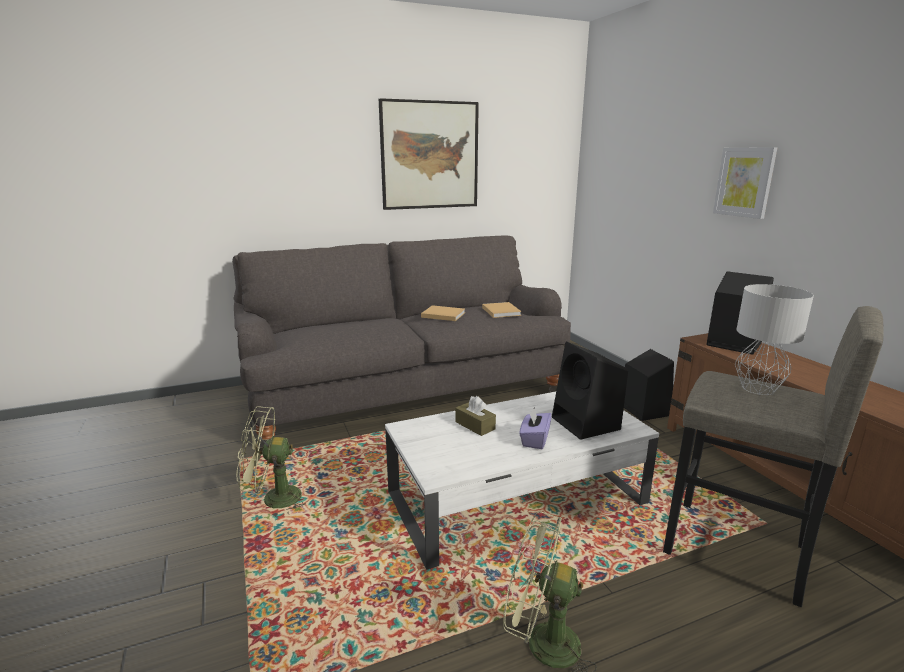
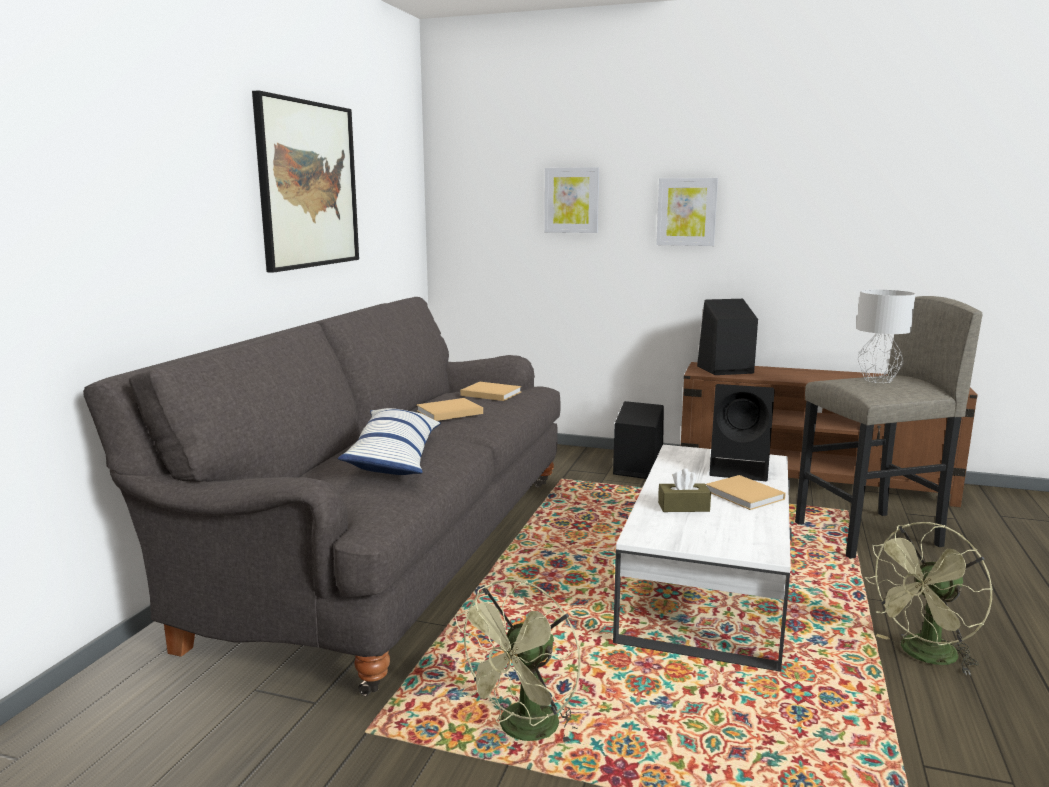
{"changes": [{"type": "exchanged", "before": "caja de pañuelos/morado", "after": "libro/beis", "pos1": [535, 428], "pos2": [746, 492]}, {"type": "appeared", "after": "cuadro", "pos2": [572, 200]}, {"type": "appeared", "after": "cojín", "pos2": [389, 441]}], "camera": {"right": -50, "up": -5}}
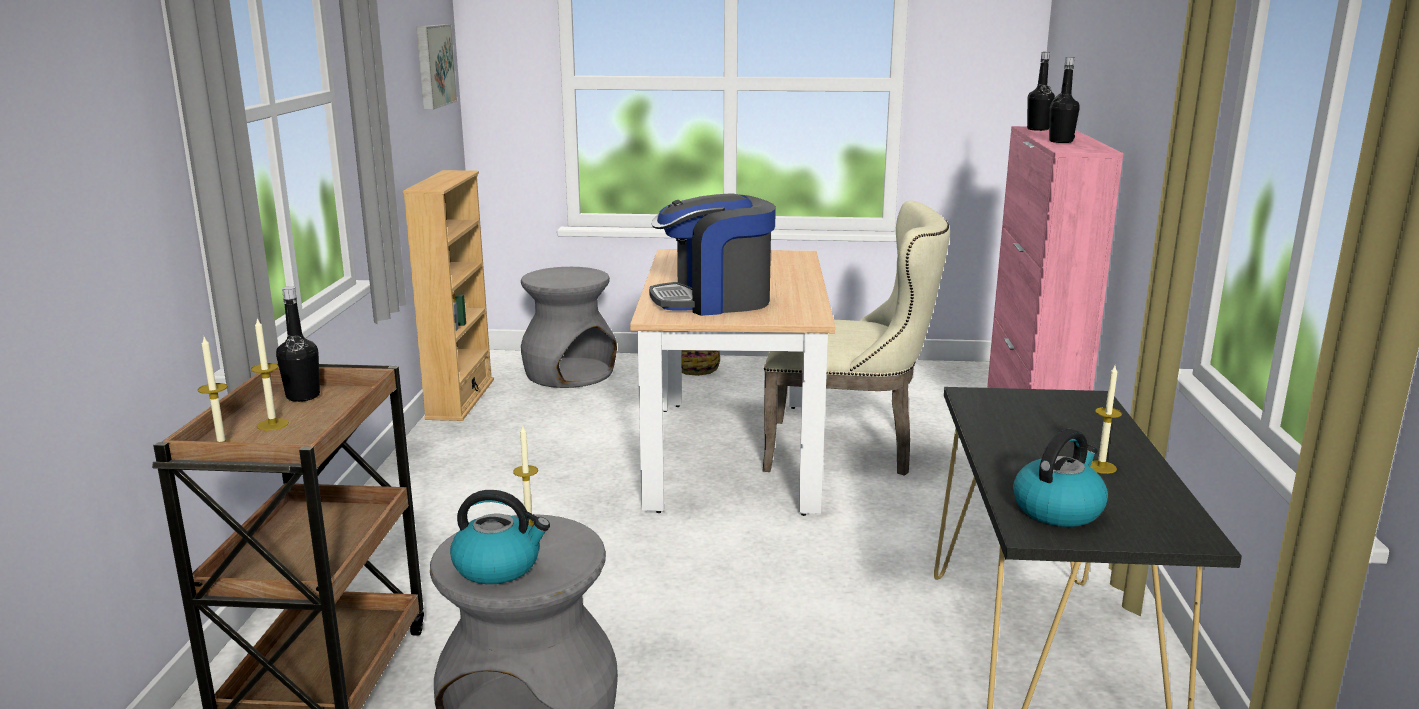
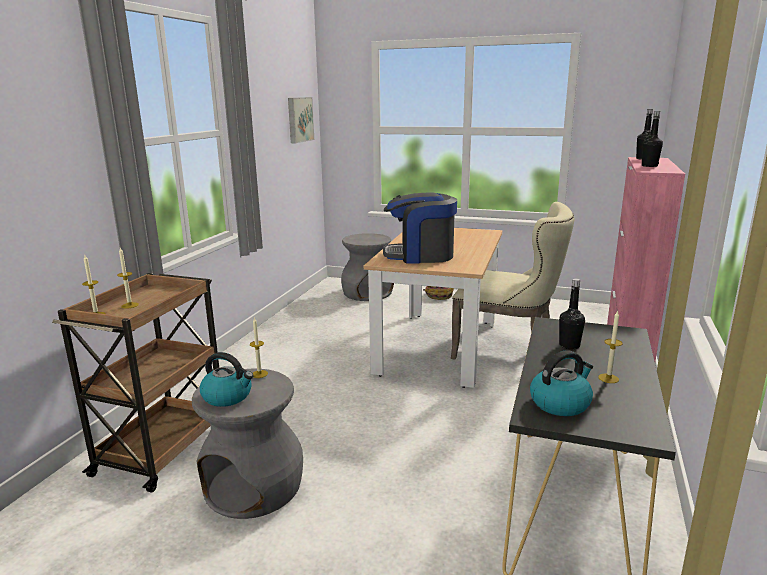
{"changes": [{"type": "missing", "before": "estantería/beis", "pos1": [448, 295]}, {"type": "relocated", "before": "botella/negro", "pos1": [298, 344], "pos2": [572, 314]}], "camera": {"right": 15, "up": 0}}
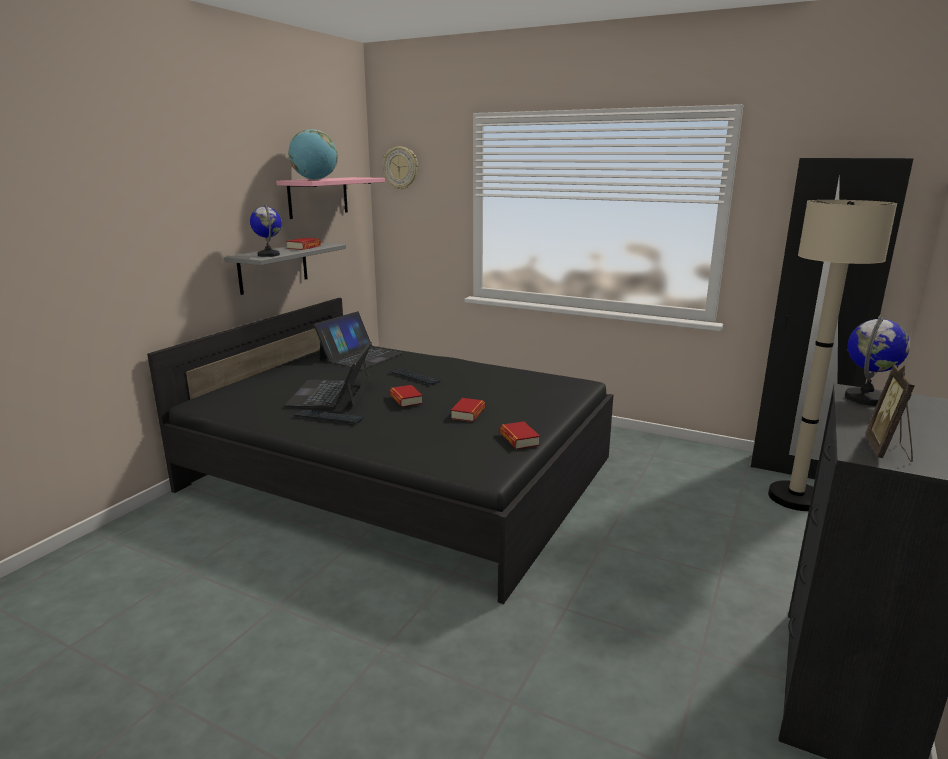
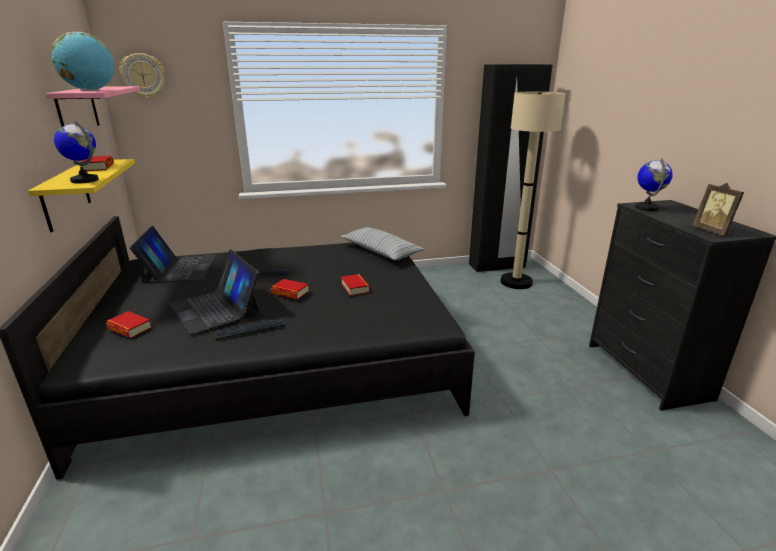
{"changes": [{"type": "colour", "before": "estante/gris", "after": "estante/amarillo", "pos1": [285, 269], "pos2": [81, 195]}, {"type": "relocated", "before": "libro", "pos1": [520, 435], "pos2": [129, 324]}, {"type": "appeared", "after": "cojín", "pos2": [382, 243]}], "camera": {"right": -40, "up": 5}}
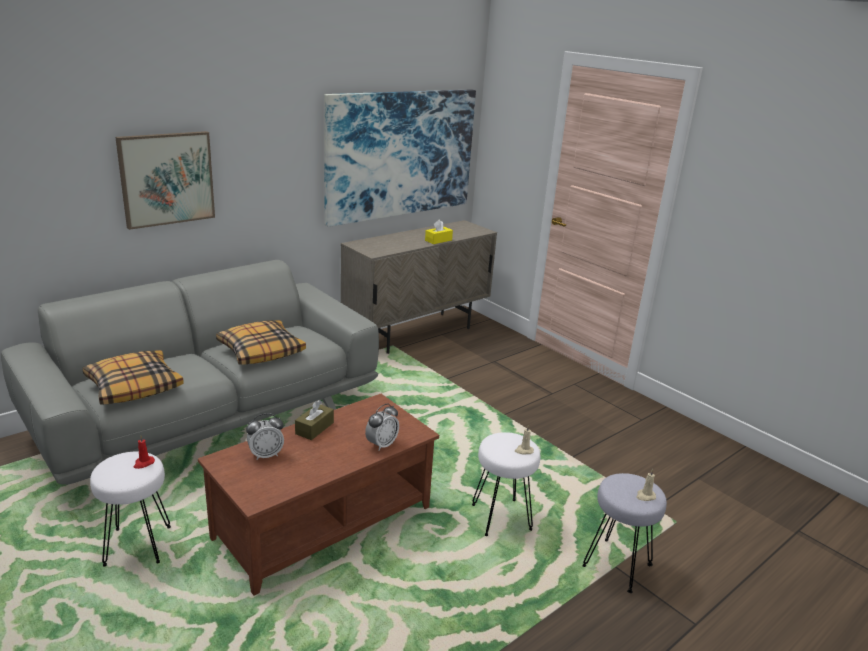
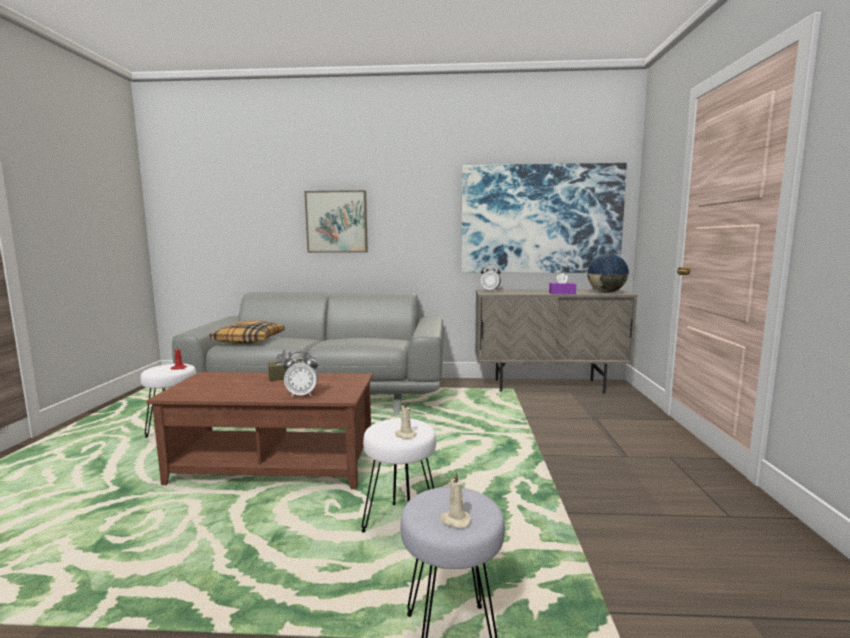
{"changes": [{"type": "colour", "before": "caja de pañuelos/amarillo", "after": "caja de pañuelos/morado", "pos1": [439, 231], "pos2": [562, 283]}, {"type": "missing", "before": "cojín", "pos1": [261, 342]}, {"type": "relocated", "before": "despertador", "pos1": [265, 436], "pos2": [491, 277]}, {"type": "appeared", "after": "globo terráqueo", "pos2": [608, 273]}], "camera": {"right": 45, "up": -15}}
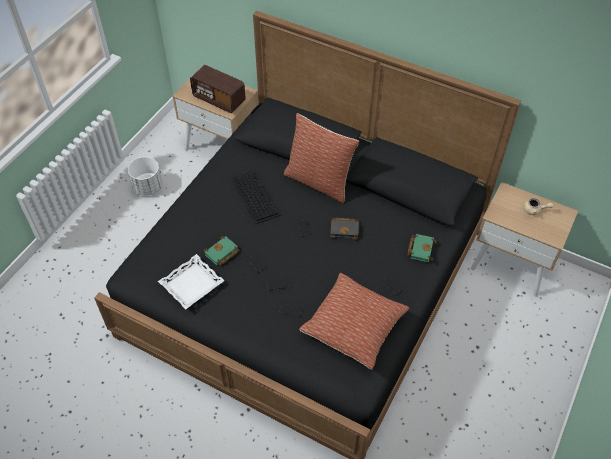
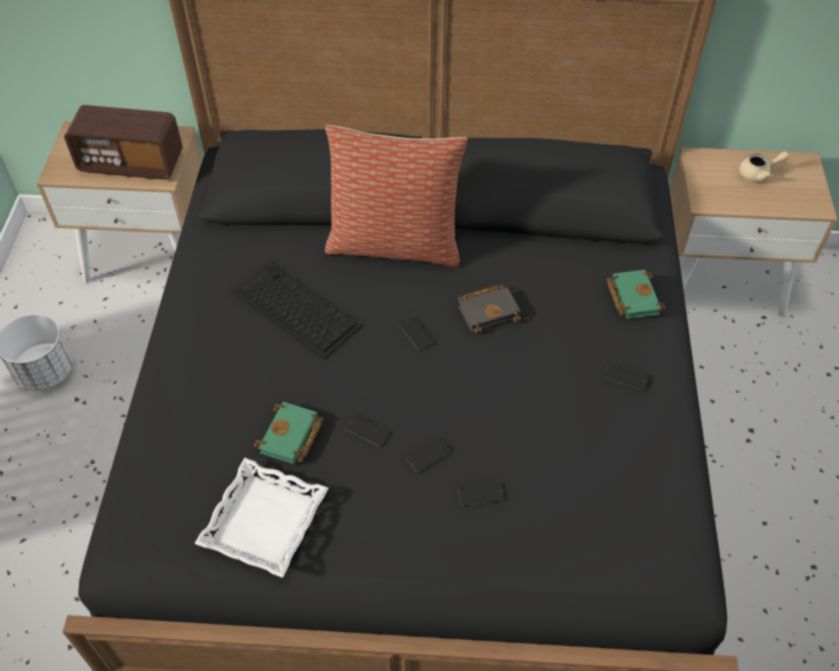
{"changes": [{"type": "missing", "before": "cojín", "pos1": [354, 321]}], "camera": {"right": -25, "up": 0}}
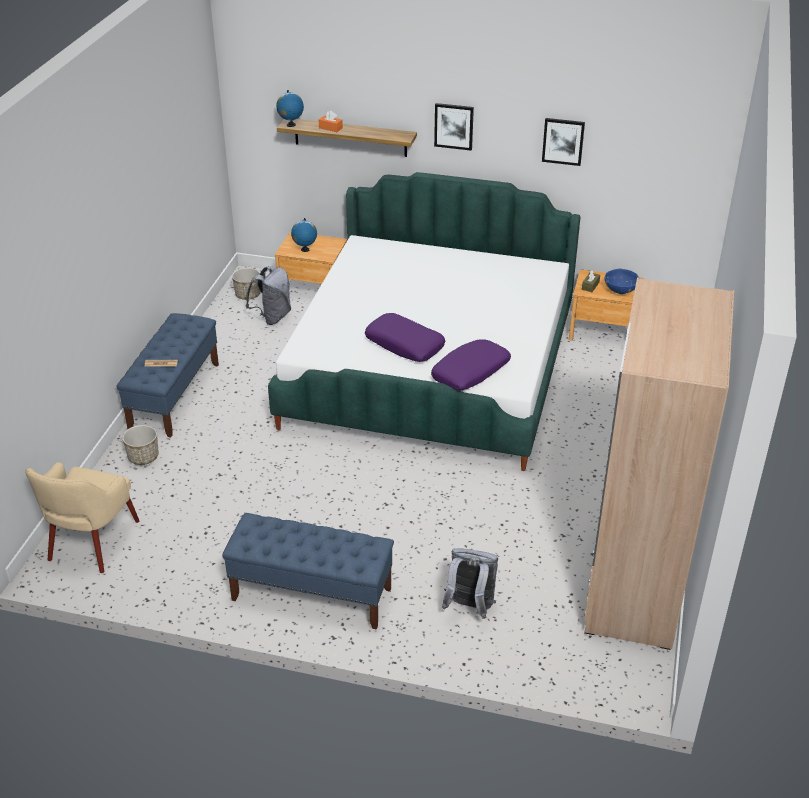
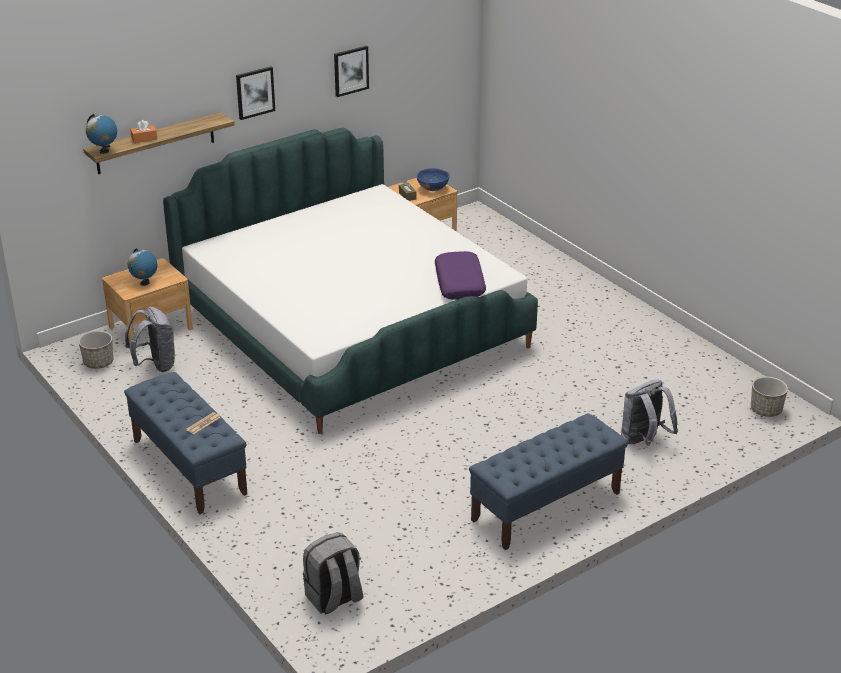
{"changes": [{"type": "missing", "before": "armario ropero/beis", "pos1": [659, 464]}, {"type": "missing", "before": "cojín/morado", "pos1": [405, 337]}, {"type": "relocated", "before": "maceta", "pos1": [140, 445], "pos2": [769, 397]}, {"type": "exchanged", "before": "sillón/beis", "after": "mochila/gris", "pos1": [82, 517], "pos2": [333, 573]}], "camera": {"right": -50, "up": -5}}
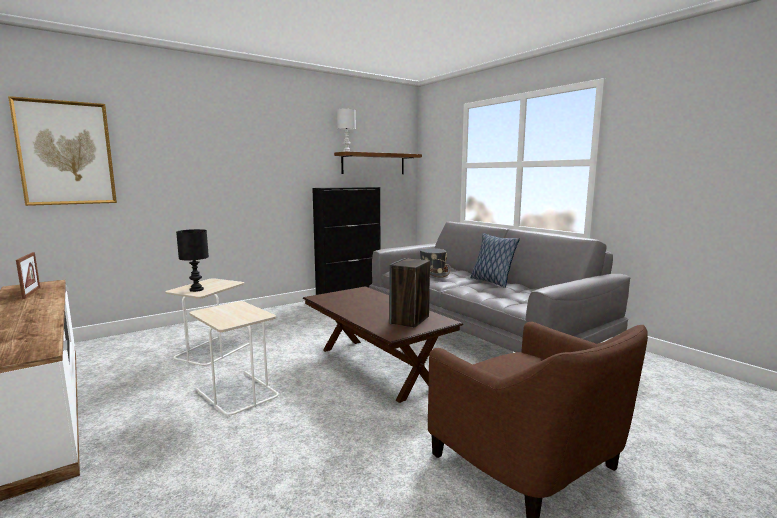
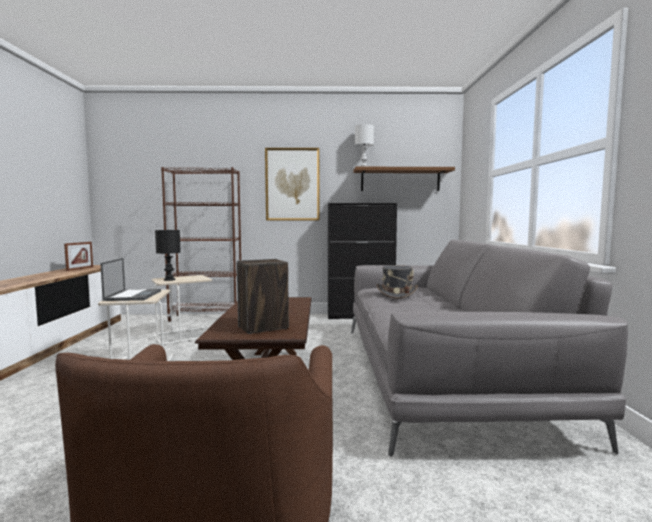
{"changes": [{"type": "relocated", "before": "cuadro", "pos1": [62, 151], "pos2": [292, 184]}, {"type": "missing", "before": "cojín", "pos1": [495, 260]}, {"type": "appeared", "after": "estantería/marrón", "pos2": [201, 244]}, {"type": "appeared", "after": "portátil", "pos2": [130, 279]}], "camera": {"right": 35, "up": -5}}
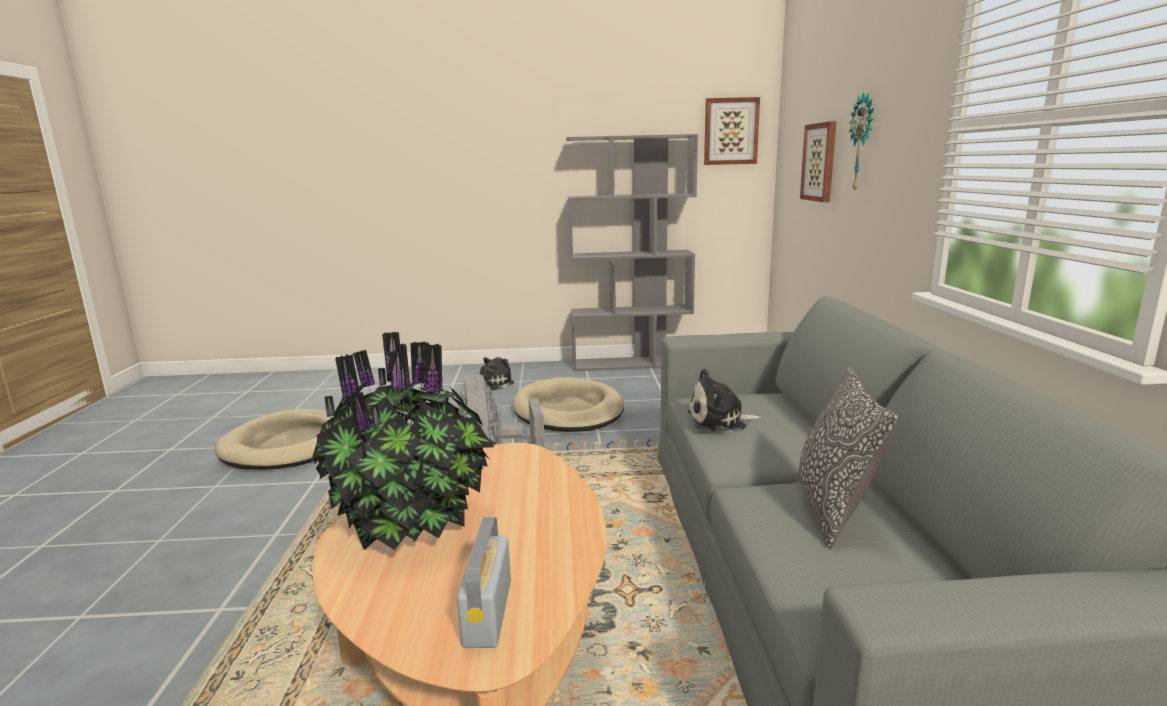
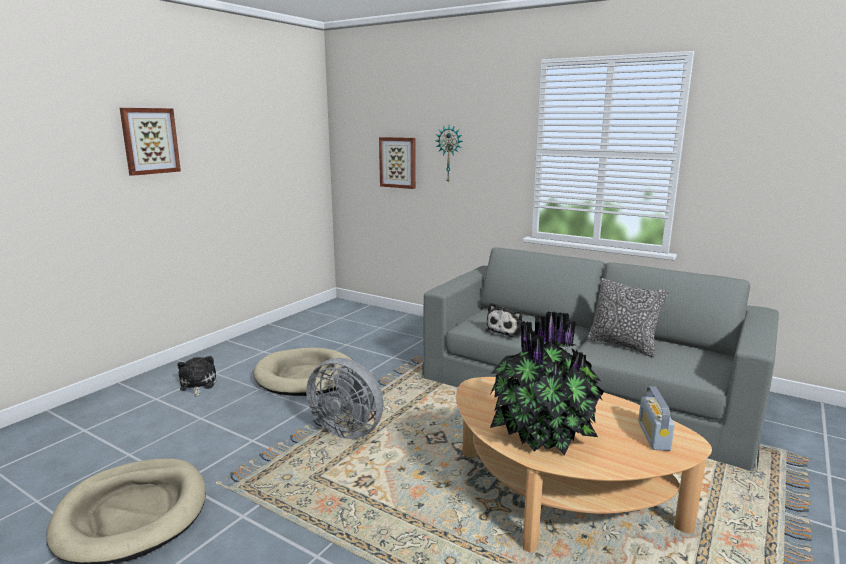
{"changes": [{"type": "relocated", "before": "cuadro", "pos1": [732, 131], "pos2": [150, 142]}, {"type": "missing", "before": "estantería/gris", "pos1": [632, 252]}, {"type": "spun", "before": "radio", "pos1": [484, 582], "pos2": [656, 418], "turn": 60}], "camera": {"right": -55, "up": 0}}
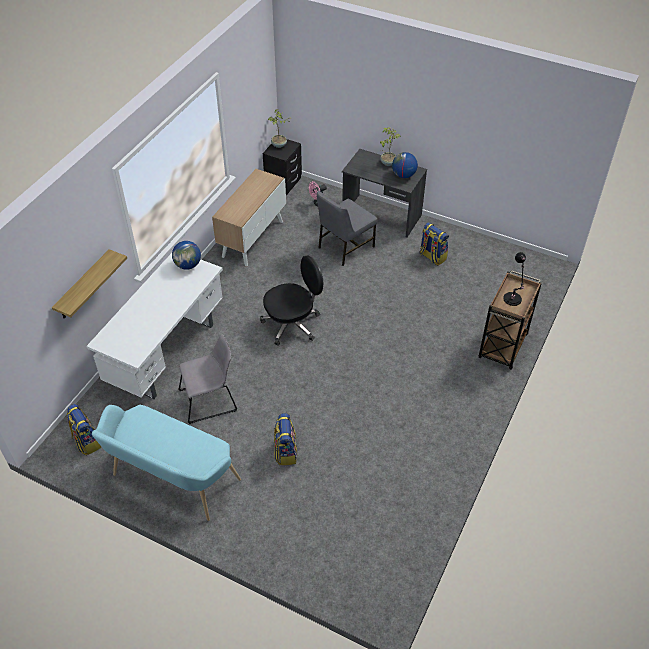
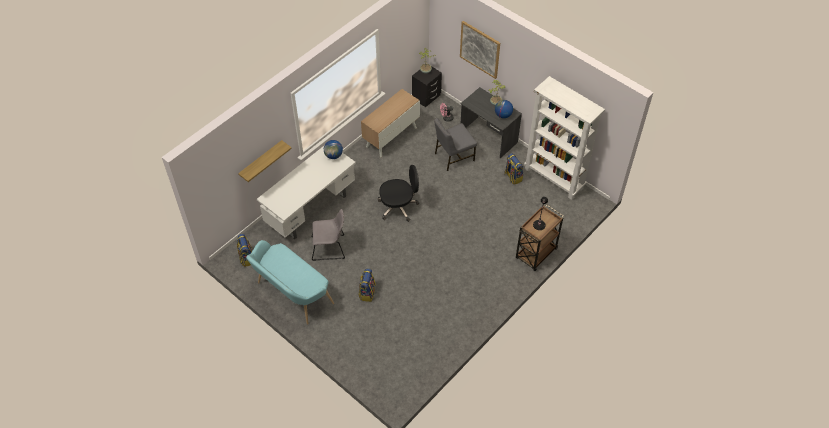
{"changes": [{"type": "appeared", "after": "cuadro", "pos2": [480, 50]}, {"type": "appeared", "after": "estantería/blanco", "pos2": [564, 138]}], "camera": {"right": 15, "up": 5}}
